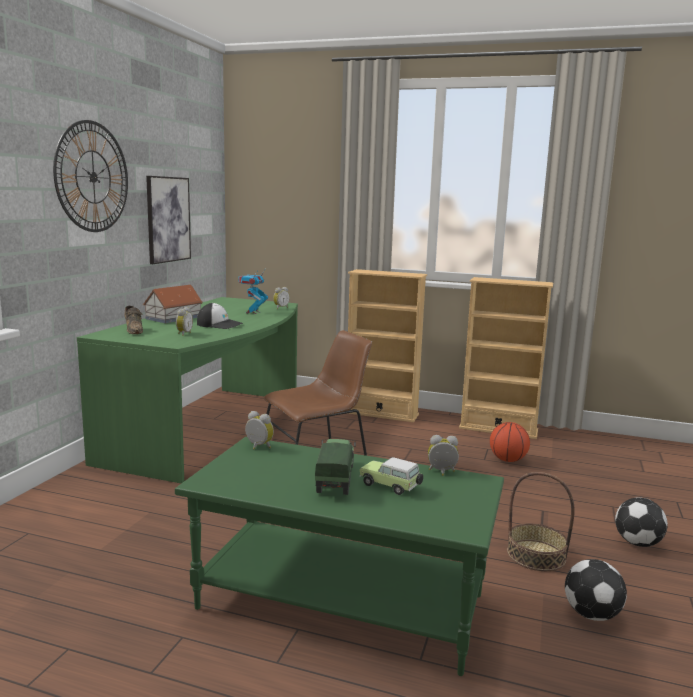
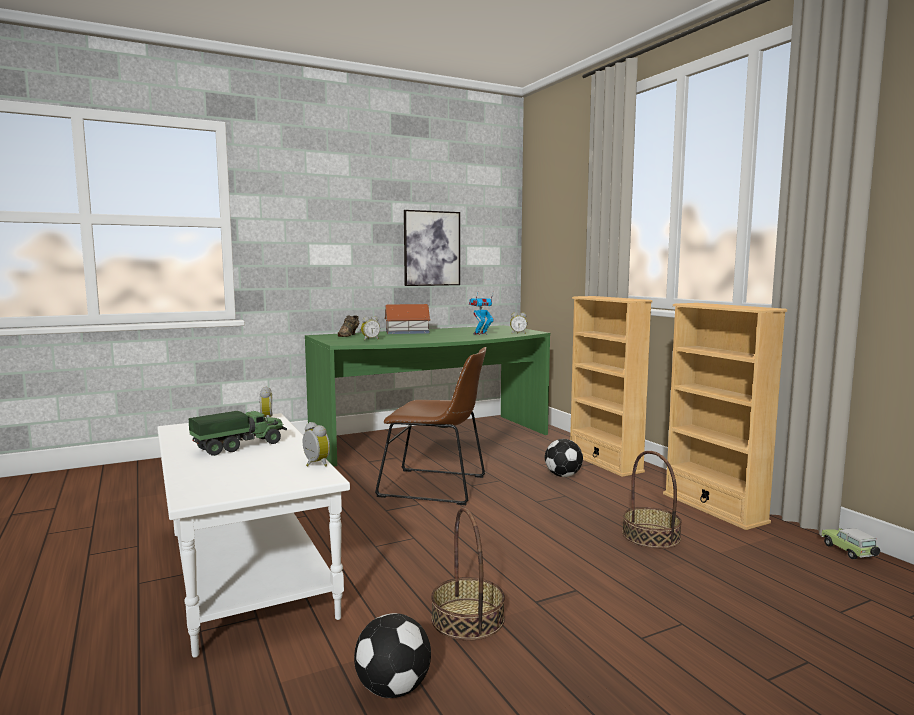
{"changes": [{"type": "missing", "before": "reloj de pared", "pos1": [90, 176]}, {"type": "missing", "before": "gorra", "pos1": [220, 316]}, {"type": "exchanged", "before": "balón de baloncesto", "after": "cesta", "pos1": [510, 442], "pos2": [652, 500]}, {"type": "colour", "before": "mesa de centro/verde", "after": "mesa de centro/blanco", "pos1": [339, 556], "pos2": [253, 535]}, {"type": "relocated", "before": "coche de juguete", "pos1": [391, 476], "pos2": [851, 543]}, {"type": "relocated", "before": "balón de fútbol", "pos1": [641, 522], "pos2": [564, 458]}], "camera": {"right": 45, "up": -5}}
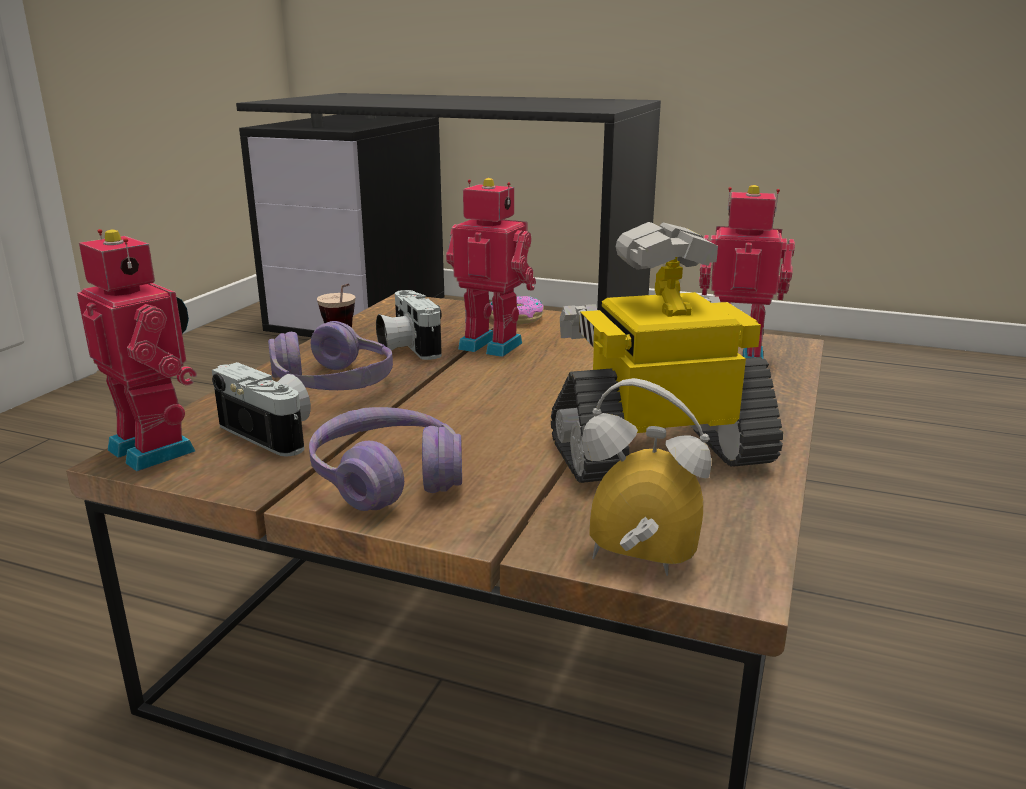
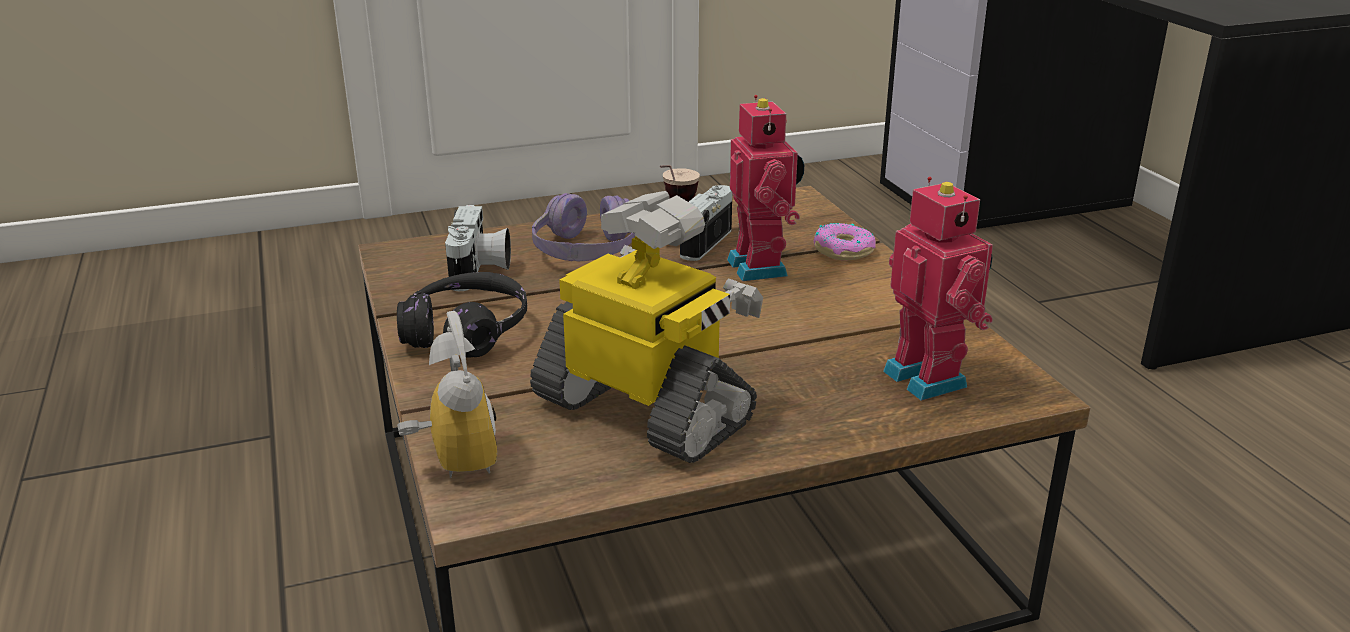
{"changes": [{"type": "missing", "before": "robot de juguete", "pos1": [137, 350]}, {"type": "colour", "before": "auriculares/morado", "after": "auriculares/negro", "pos1": [385, 459], "pos2": [462, 315]}], "camera": {"right": 50, "up": 5}}
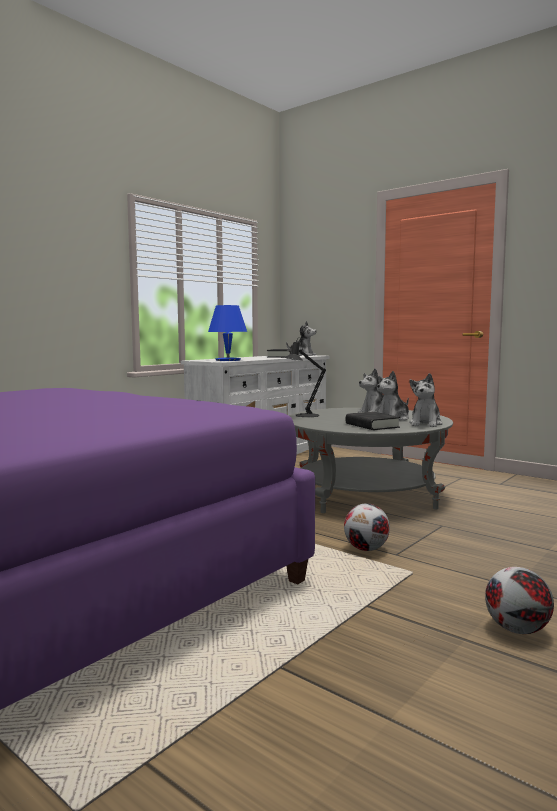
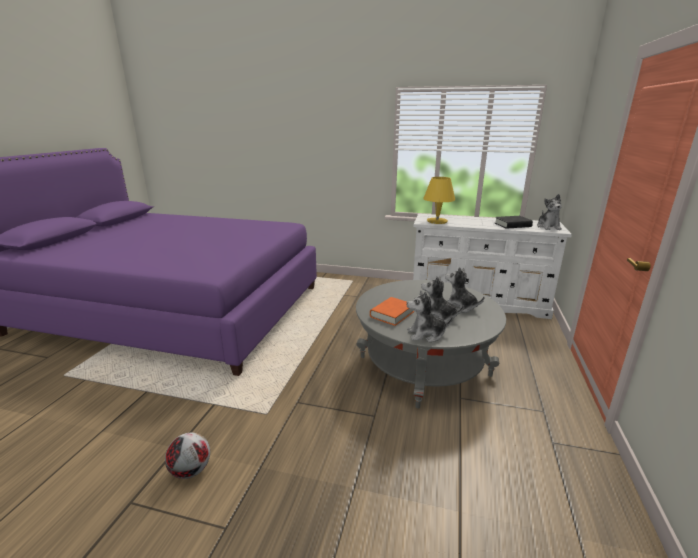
{"changes": [{"type": "colour", "before": "lámpara de mesa/azul", "after": "lámpara de mesa/amarillo", "pos1": [227, 333], "pos2": [439, 200]}, {"type": "missing", "before": "lámpara de mesa/negro", "pos1": [305, 377]}, {"type": "colour", "before": "libro/negro", "after": "libro/naranja", "pos1": [373, 421], "pos2": [392, 311]}, {"type": "missing", "before": "balón de fútbol", "pos1": [367, 527]}], "camera": {"right": 65, "up": 15}}
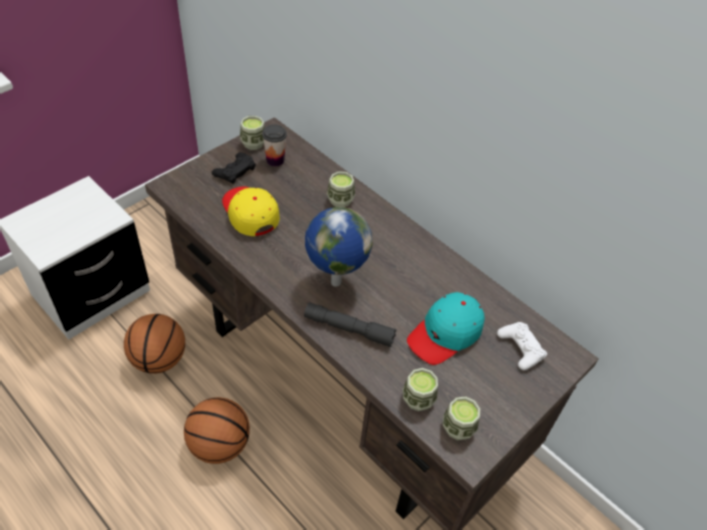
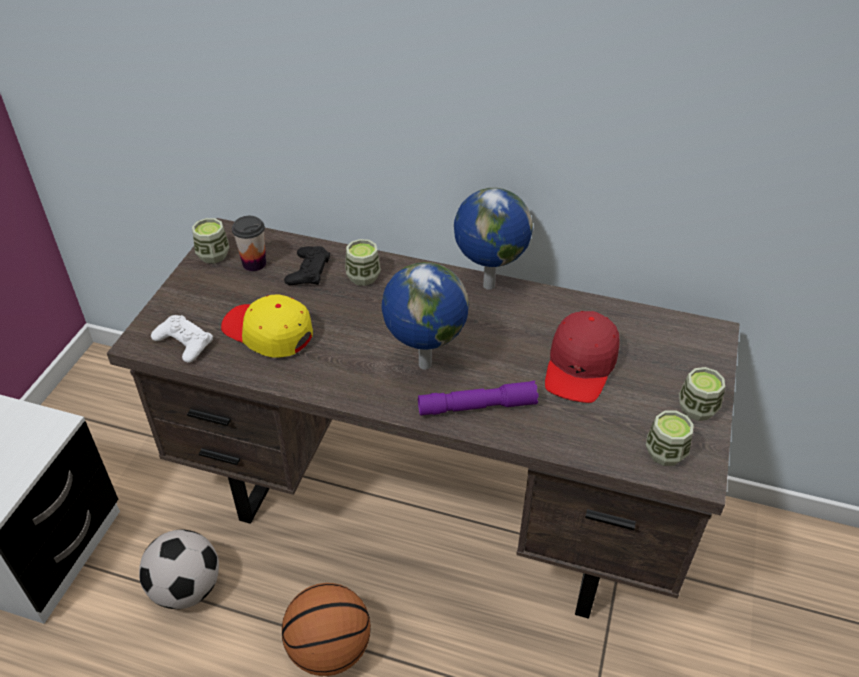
{"changes": [{"type": "relocated", "before": "mando de consola/negro", "pos1": [234, 168], "pos2": [307, 265]}, {"type": "colour", "before": "gorra/turquesa", "after": "gorra/rojo", "pos1": [446, 328], "pos2": [582, 357]}, {"type": "colour", "before": "linterna/gris", "after": "linterna/morado", "pos1": [350, 324], "pos2": [478, 398]}, {"type": "exchanged", "before": "balón de baloncesto", "after": "balón de fútbol", "pos1": [154, 344], "pos2": [179, 569]}, {"type": "relocated", "before": "mando de consola/blanco", "pos1": [522, 346], "pos2": [182, 339]}, {"type": "relocated", "before": "taza", "pos1": [420, 389], "pos2": [702, 394]}, {"type": "appeared", "after": "globo terráqueo", "pos2": [493, 239]}], "camera": {"right": -25, "up": -5}}
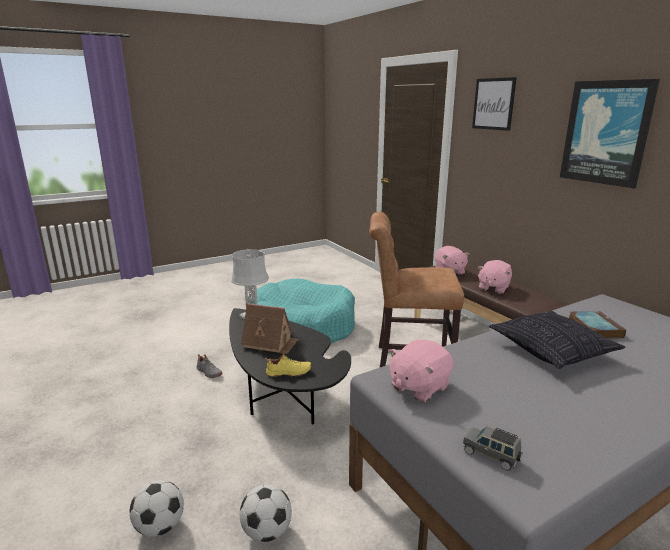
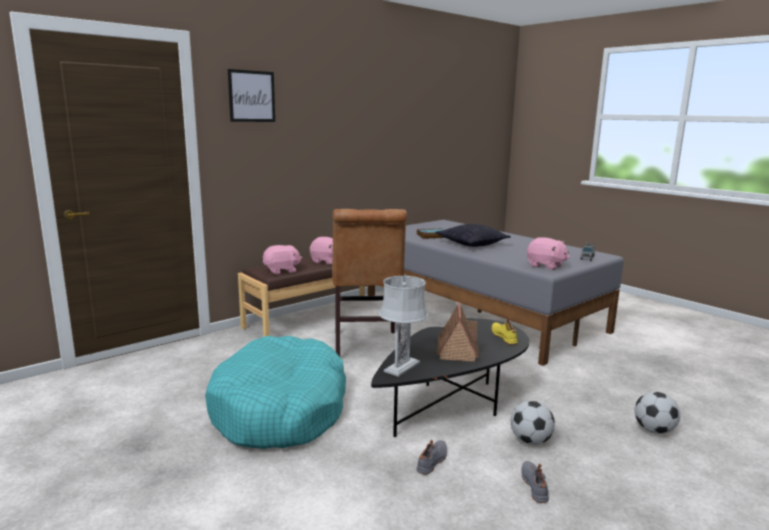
{"changes": [{"type": "missing", "before": "cuadro", "pos1": [610, 133]}, {"type": "relocated", "before": "balón de fútbol", "pos1": [266, 513], "pos2": [533, 422]}, {"type": "appeared", "after": "zapato/gris", "pos2": [535, 482]}], "camera": {"right": -100, "up": -5}}
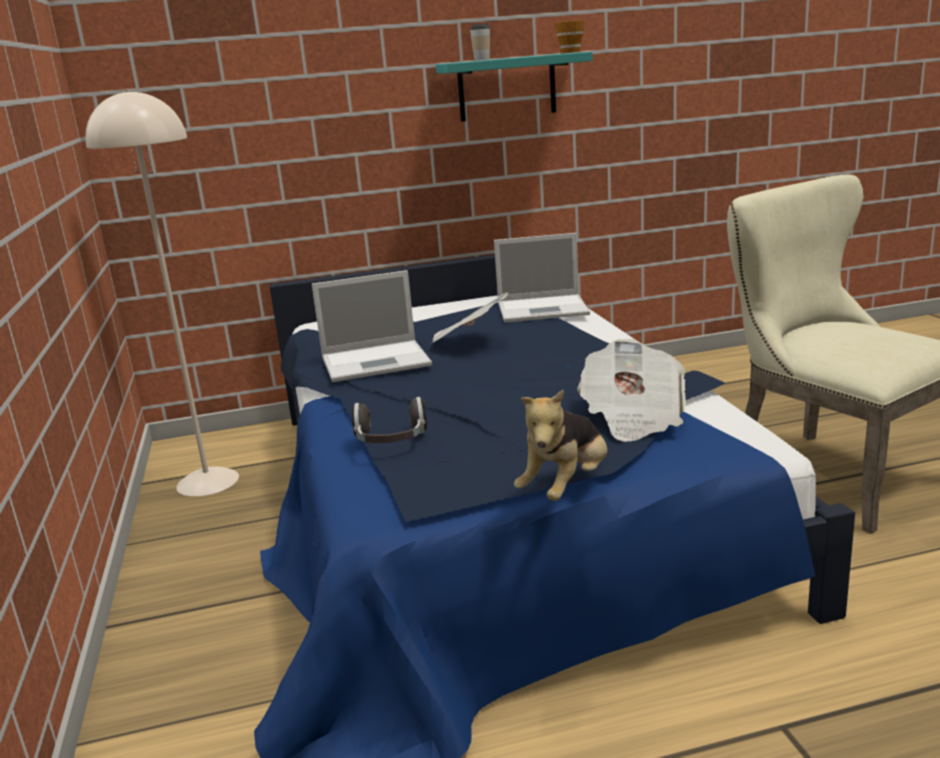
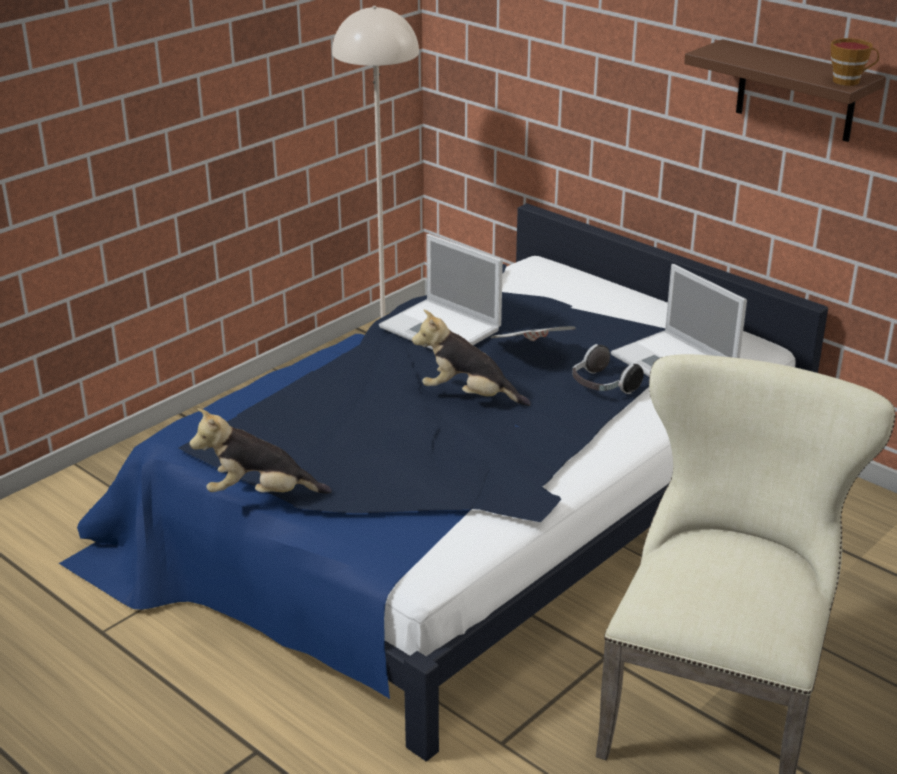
{"changes": [{"type": "missing", "before": "taza", "pos1": [480, 41]}, {"type": "colour", "before": "estante/turquesa", "after": "estante/marrón", "pos1": [514, 86], "pos2": [785, 90]}, {"type": "missing", "before": "periódico", "pos1": [631, 390]}, {"type": "relocated", "before": "auriculares", "pos1": [389, 420], "pos2": [608, 369]}, {"type": "appeared", "after": "peluche", "pos2": [471, 358]}], "camera": {"right": 55, "up": 10}}
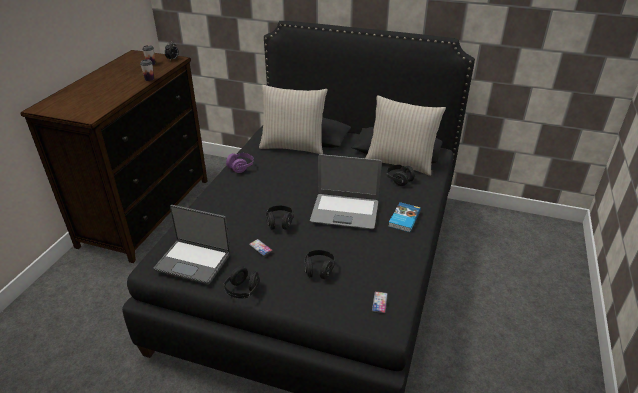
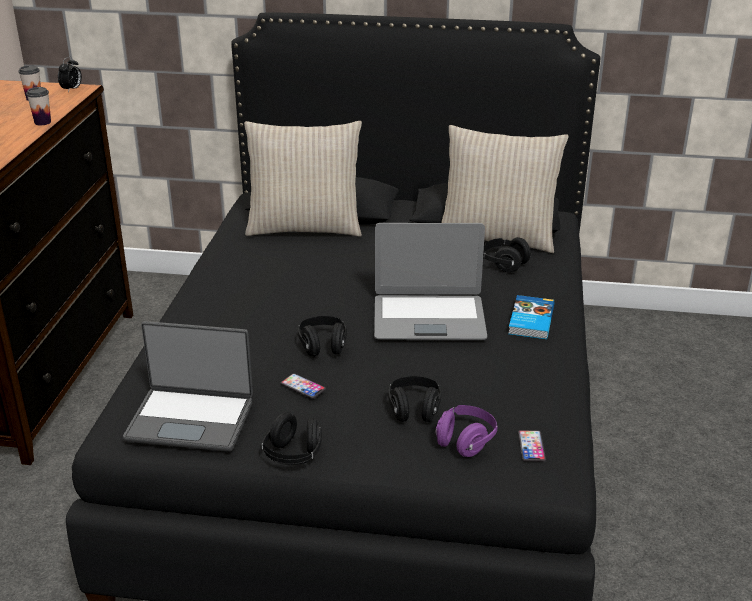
{"changes": [{"type": "relocated", "before": "auriculares/morado", "pos1": [240, 163], "pos2": [466, 431]}], "camera": {"right": -10, "up": -5}}
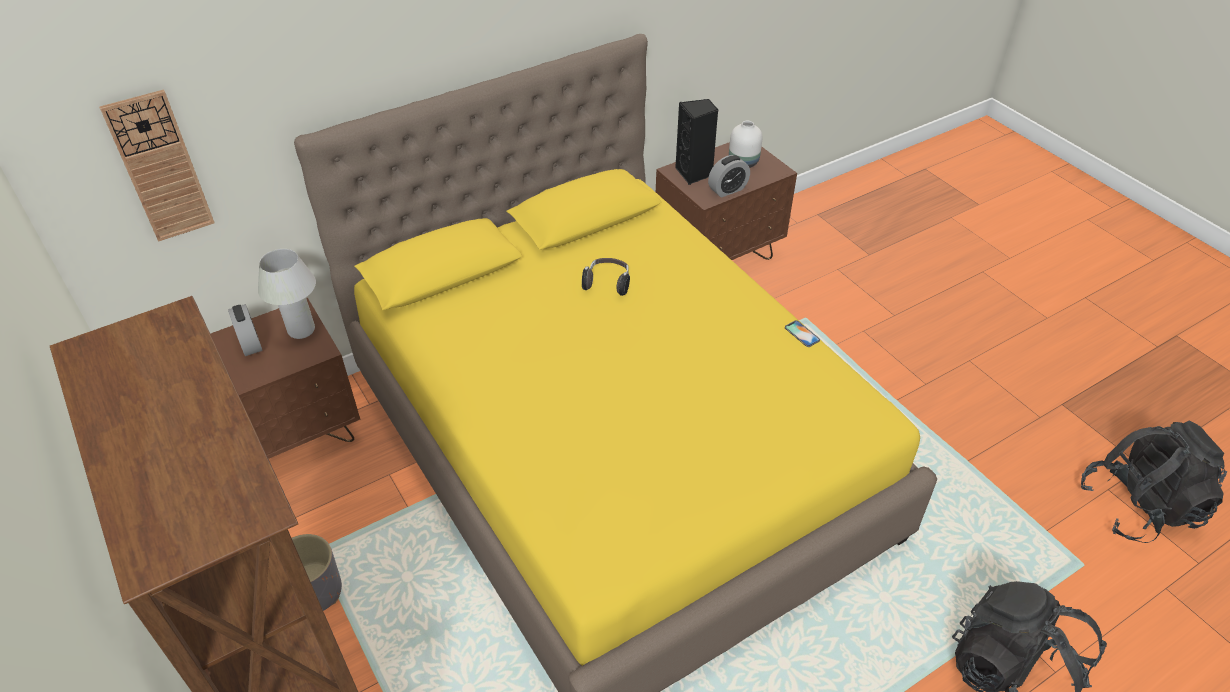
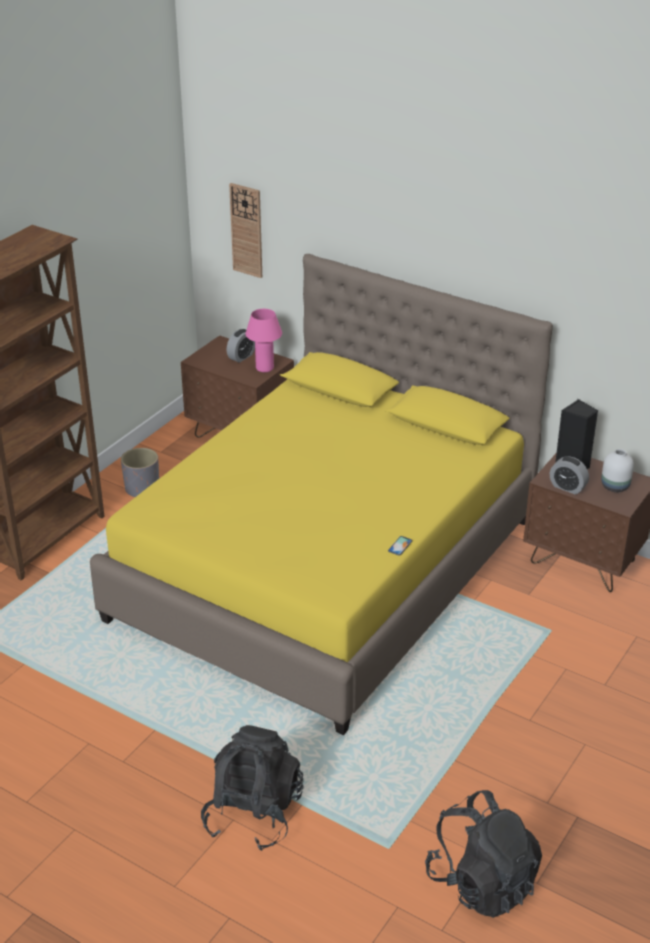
{"changes": [{"type": "colour", "before": "lámpara de mesa/blanco", "after": "lámpara de mesa/rosa", "pos1": [287, 294], "pos2": [264, 340]}, {"type": "missing", "before": "auriculares", "pos1": [606, 277]}], "camera": {"right": 65, "up": -10}}
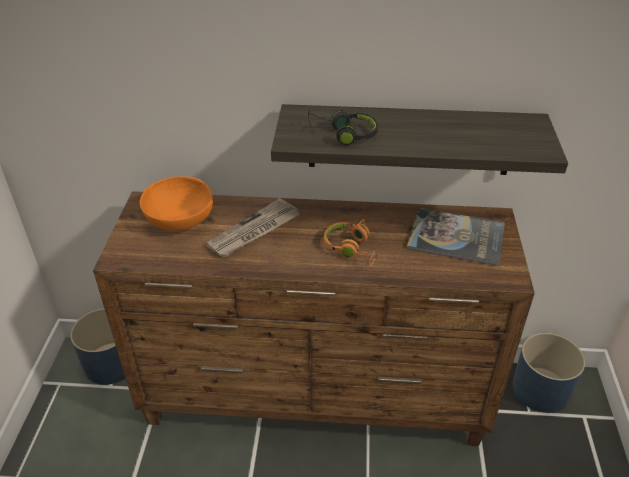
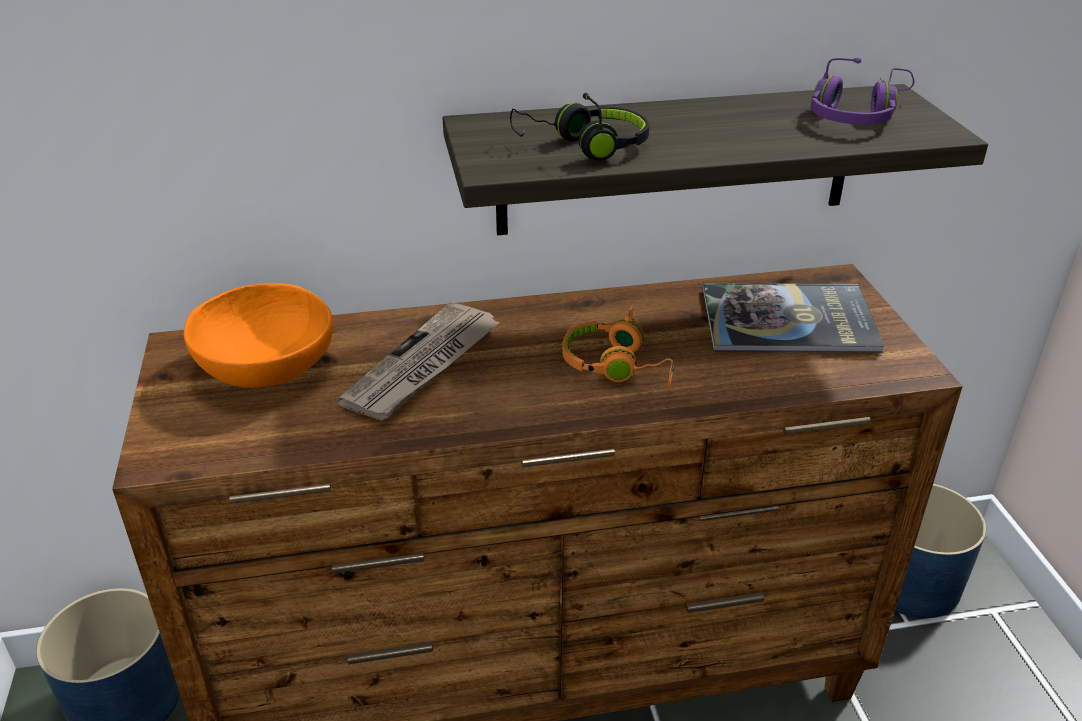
{"changes": [{"type": "appeared", "after": "auriculares/morado", "pos2": [862, 91]}], "camera": {"right": -15, "up": -5}}
